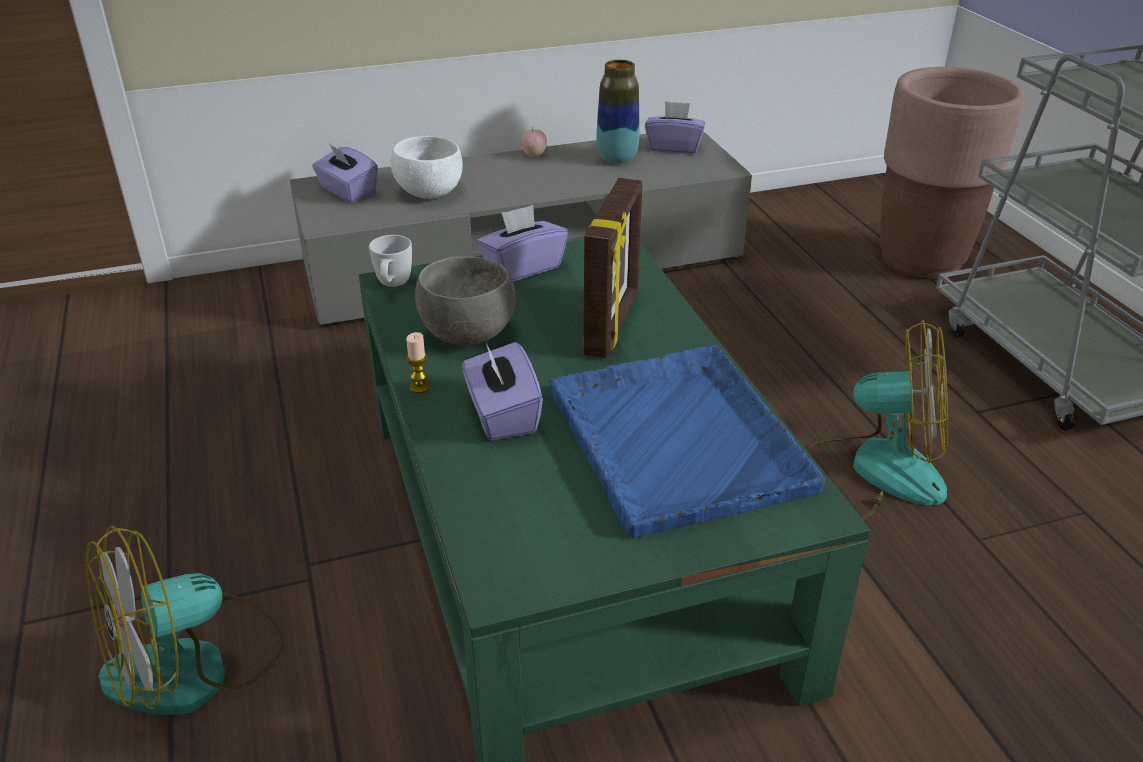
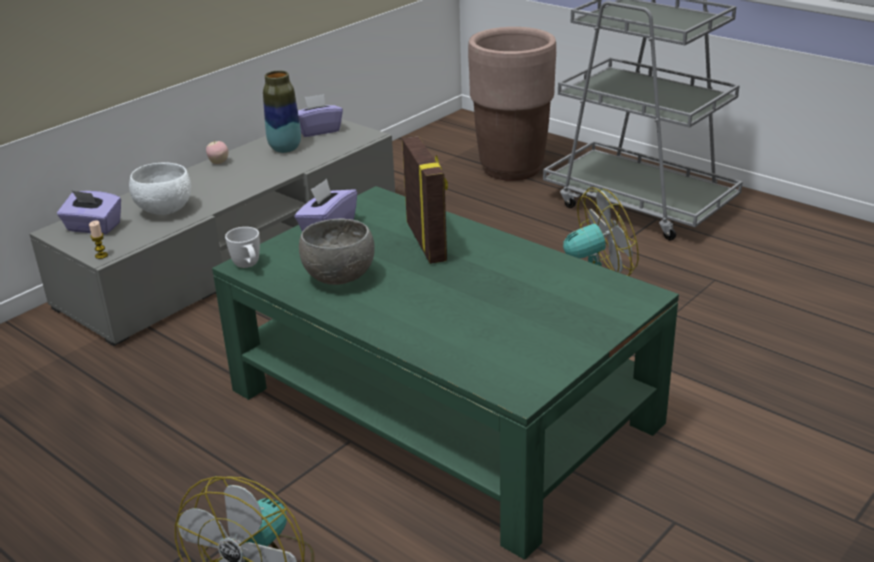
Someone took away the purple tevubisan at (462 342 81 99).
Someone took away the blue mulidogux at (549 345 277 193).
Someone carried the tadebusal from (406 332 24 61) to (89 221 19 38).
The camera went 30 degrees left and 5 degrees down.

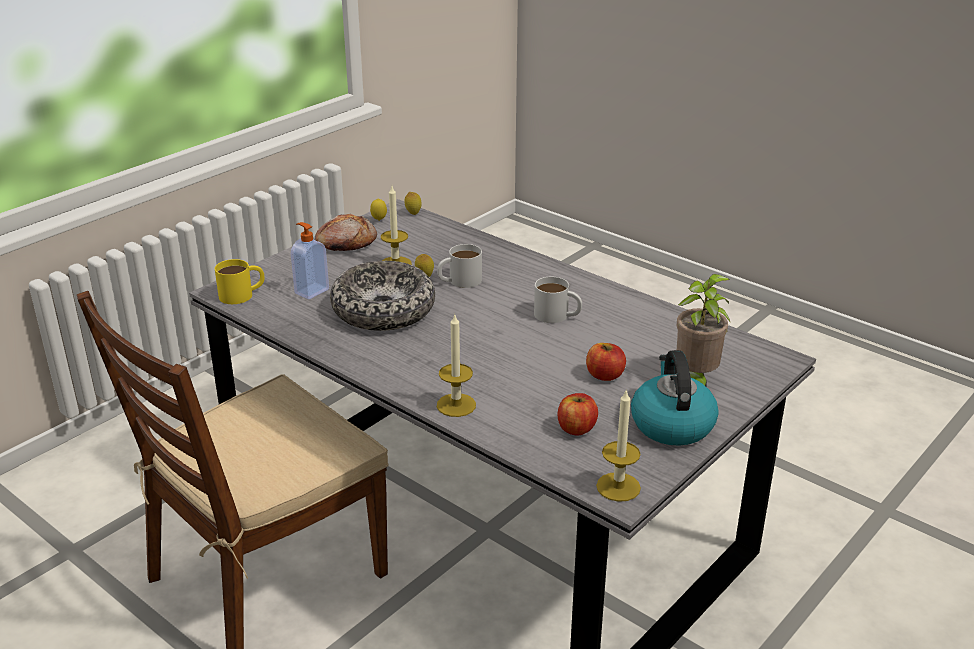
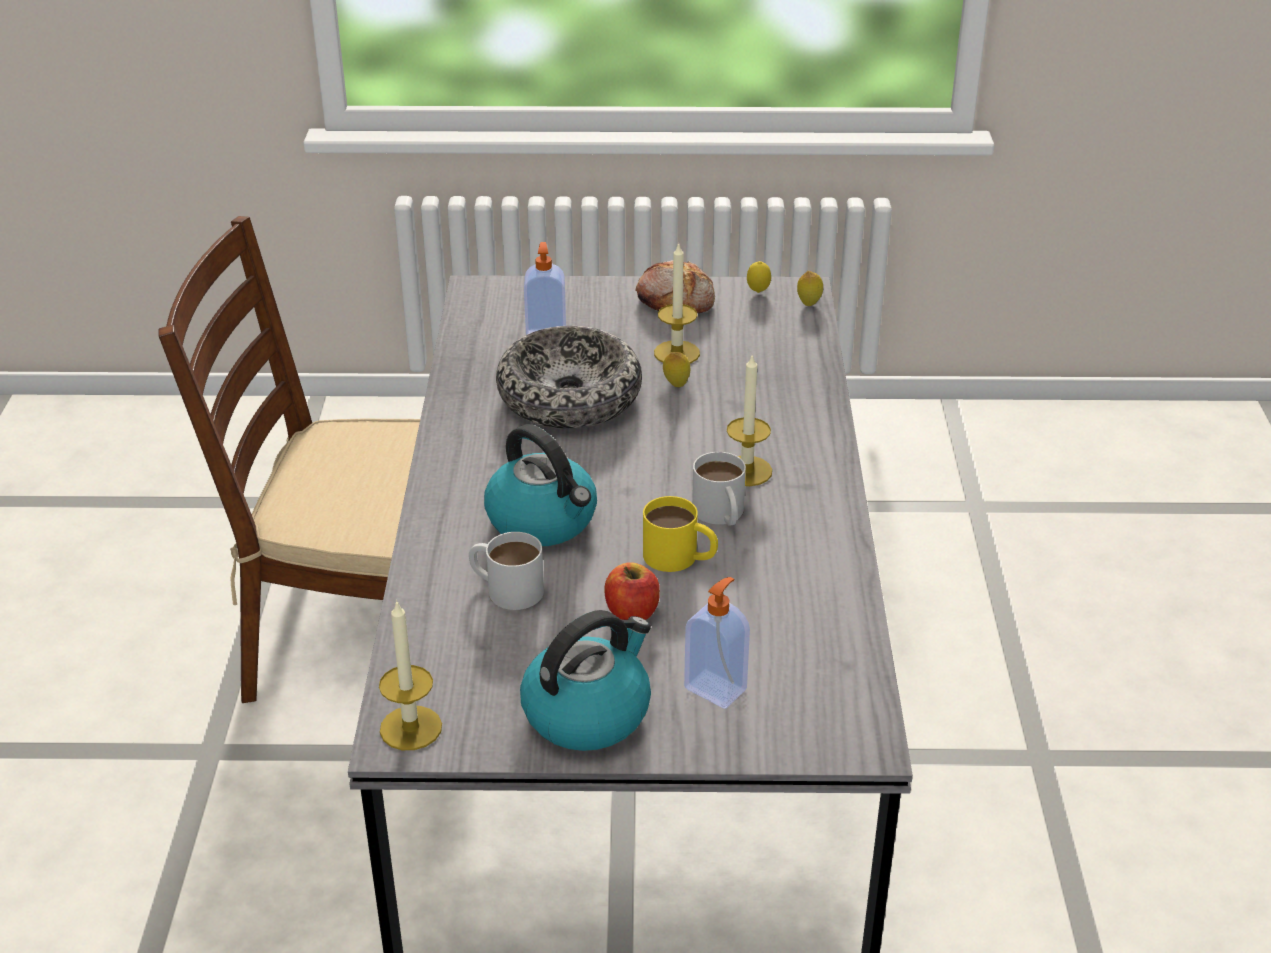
Someone took away the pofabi at (558 393 40 42).
Someone put down the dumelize at (484 424 113 122).
Someone carried the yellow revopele from (215 259 50 45) to (643 496 75 76).
Someone carried the white revopele from (437 244 45 44) to (469 532 75 78).
Someone carried the tadebusal from (437 315 39 102) to (727 353 45 133).
Someone swapped the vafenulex at (677 274 54 112) for the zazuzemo at (684 577 66 132).
The camera went 50 degrees right and 5 degrees up.

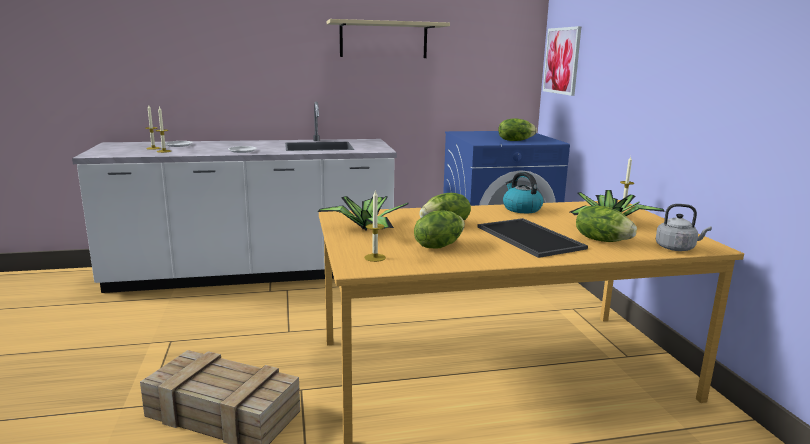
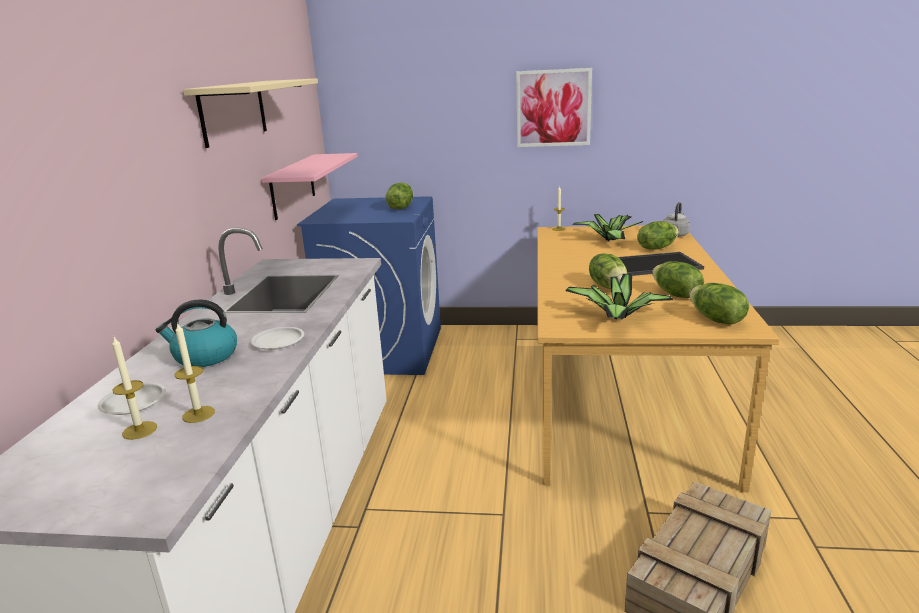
Someone put up the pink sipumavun at (261 153 97 67).
Someone carried the dumelize from (503 172 40 41) to (155 299 82 68).
Someone carried the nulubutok from (543 26 39 70) to (516 68 76 79).
Someone swapped the tadebusal at (364 191 22 71) for the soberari at (689 283 60 42).
The camera went 70 degrees left and 5 degrees up.

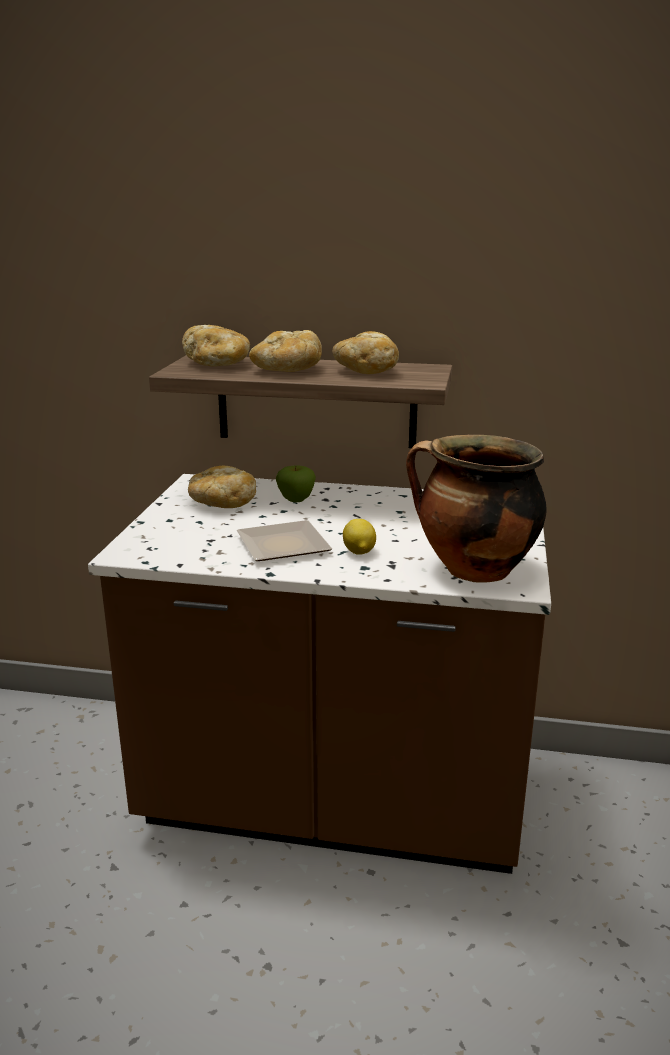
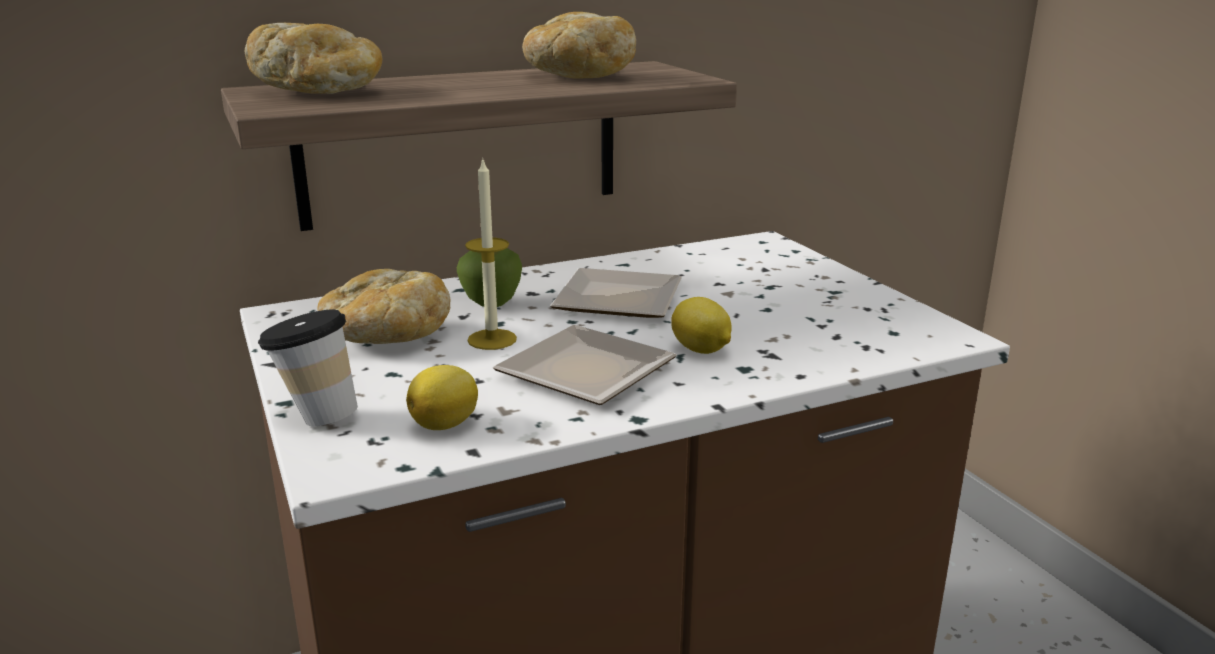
Someone took away the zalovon at (249 330 73 42).
Someone took away the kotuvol at (406 435 141 148).
Someone put down the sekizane at (258 310 100 116).
Someone put down the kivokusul at (406 365 72 65).
Someone put down the tadebusal at (465 157 52 193).
Someone put down the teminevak at (550 268 132 50).
The camera went 35 degrees left and 0 degrees up.

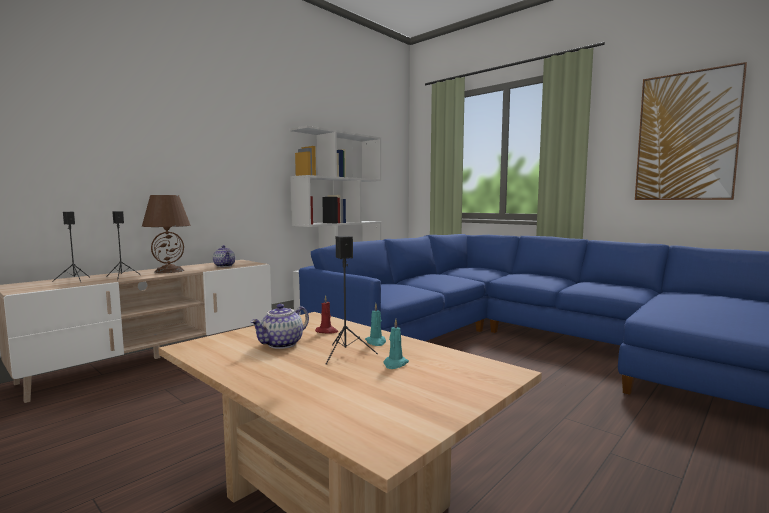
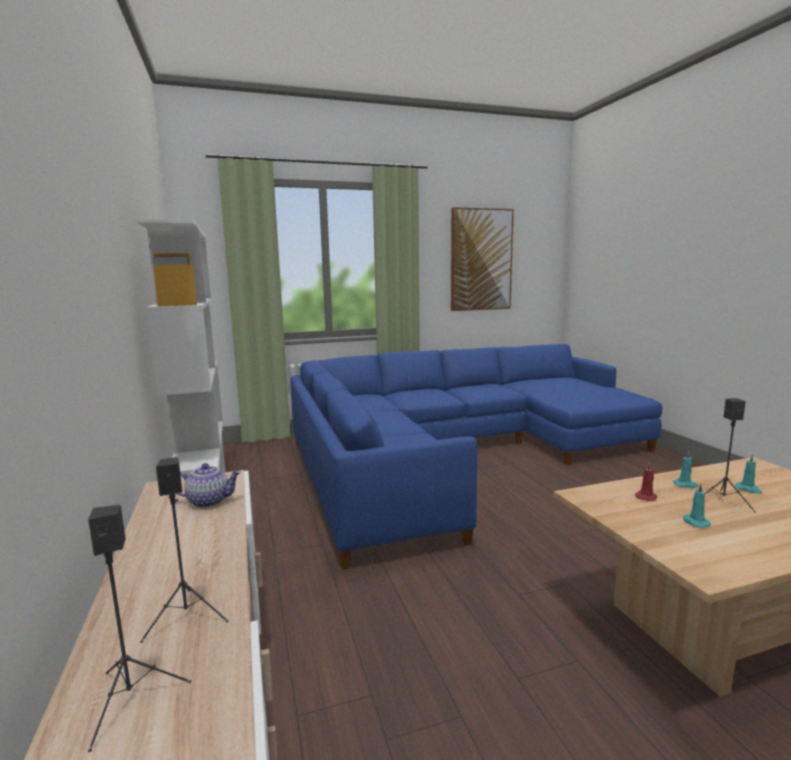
Someone took away the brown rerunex at (142 195 48 78).
Someone swapped the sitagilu at (250 304 59 45) for the turquoise tadebusal at (683 484 28 44).
The camera went 60 degrees left and 5 degrees up.

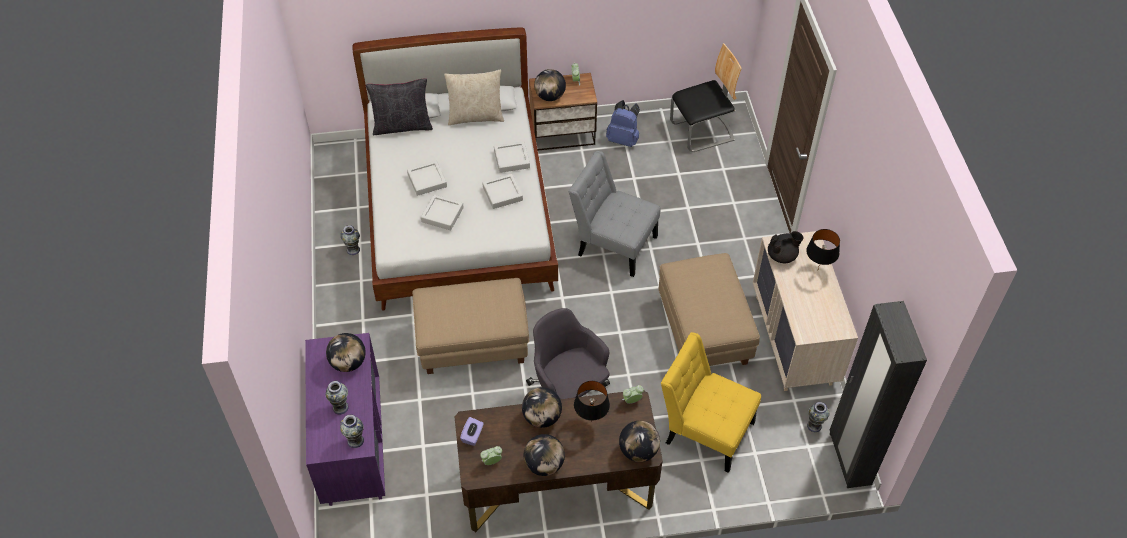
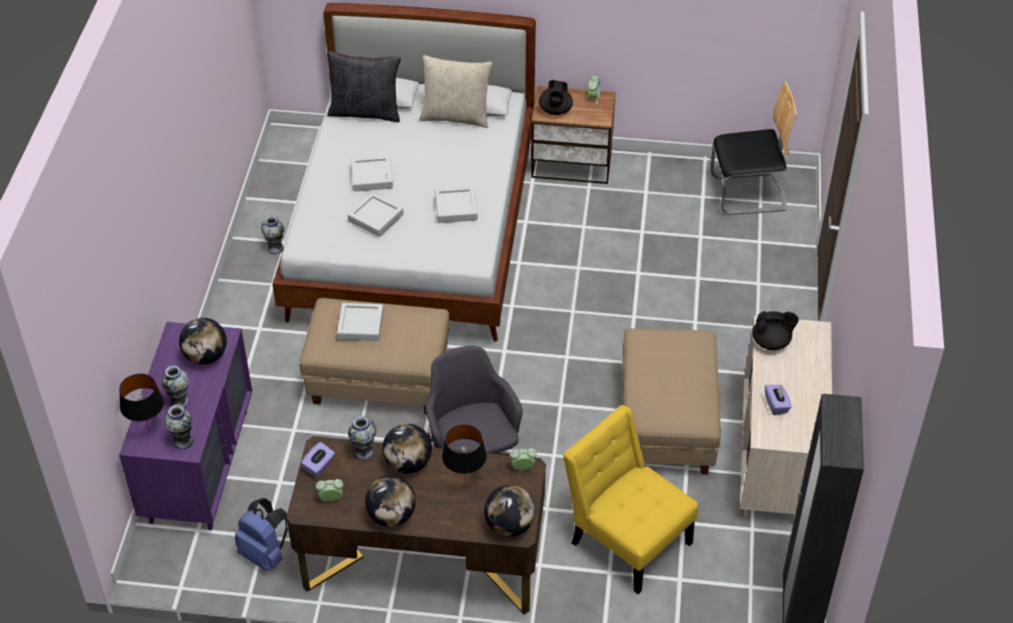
Someone took away the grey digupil at (568 151 92 126).
Someone put down the purple tevubisan at (765 385 27 30).
Someone carried the grey mulidogux from (494 141 36 32) to (337 303 47 38).
Someone carried the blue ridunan from (606 100 34 47) to (235 498 53 73).
Someone carried the black rerunex from (806 229 34 40) to (119 374 45 54).
Someone carried the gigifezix from (807 402 23 30) to (348 416 28 45).
Someone swapped the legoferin at (534 69 32 32) for the black sitagilu at (539 80 34 35).
The camera went 15 degrees right and 5 degrees down.

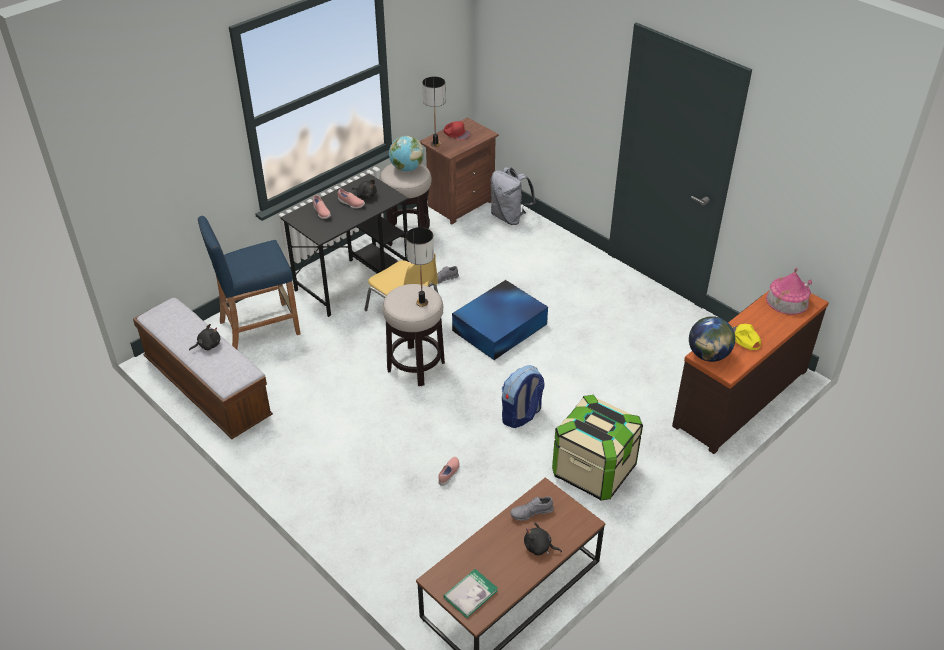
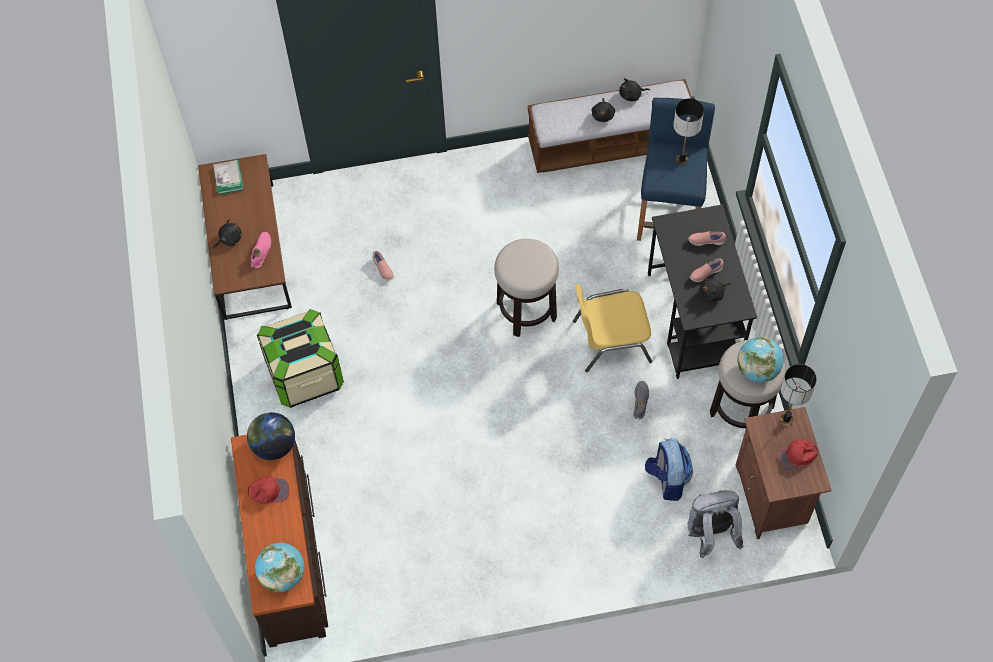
Someone took away the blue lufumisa at (452 280 96 80).
Someone put down the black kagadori at (619 78 31 23).
Someone carried the rerunex from (405 227 29 80) to (673 98 31 68).
Someone carried the ridunan from (502 365 43 63) to (645 438 48 63).
Someone swapped the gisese at (766 268 46 47) for the legoferin at (255 543 49 49).
Someone repainted the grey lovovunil at (510 496 44 25), which became the pink lovovunil at (251 232 20 36).
Someone repainted the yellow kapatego at (732 324 29 26), which became the red kapatego at (248 476 41 28).
The camera went 125 degrees right and 20 degrees up.

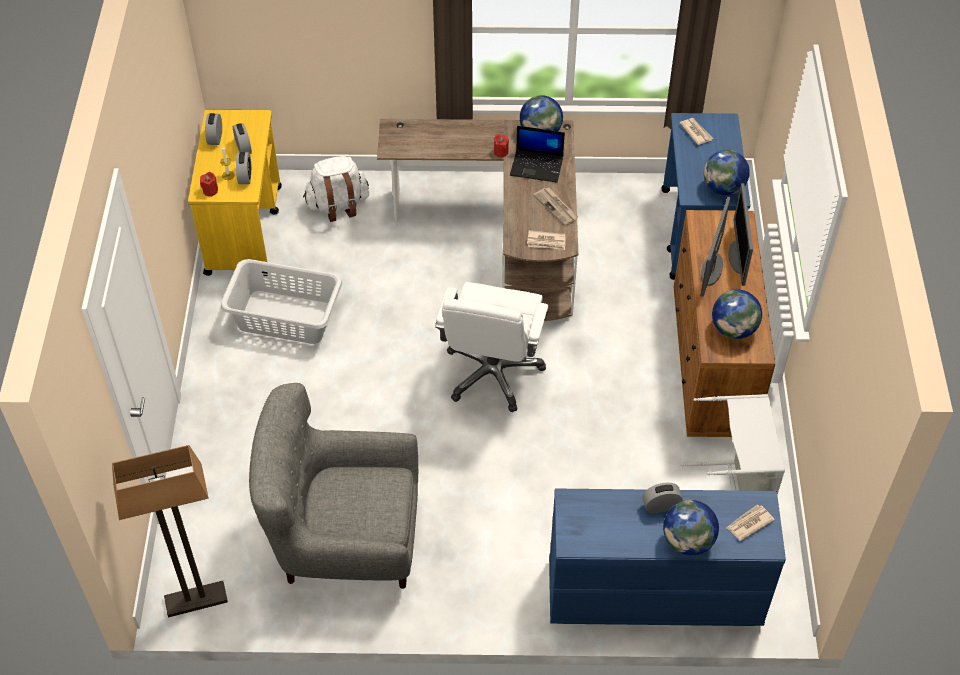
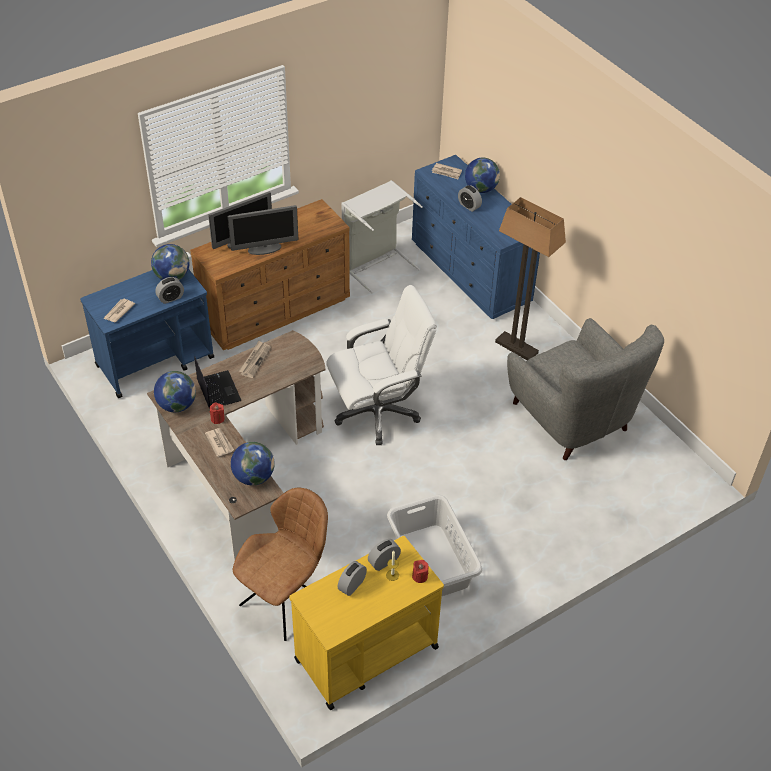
Someone carried the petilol from (112 445 116 172) to (495 197 71 163).
Someone carried the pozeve from (205 113 17 32) to (155 277 29 27).
Someone carried the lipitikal from (527 230 39 20) to (205 428 29 29).
Someone carried the legoferin from (712 290 50 49) to (231 442 44 43).
Someone swapped the white ridunan at (303 156 66 66) for the brown digupil at (232 488 96 153).
The camera went 125 degrees left and 5 degrees down.

